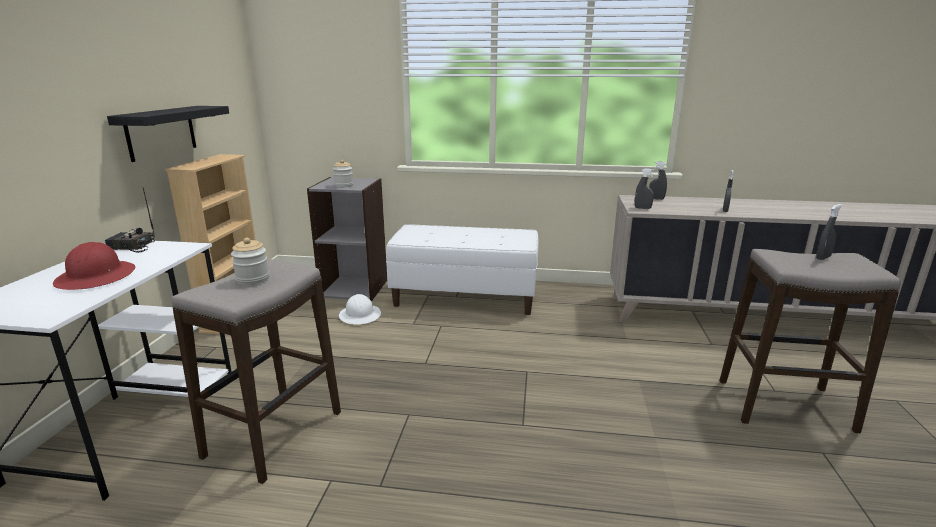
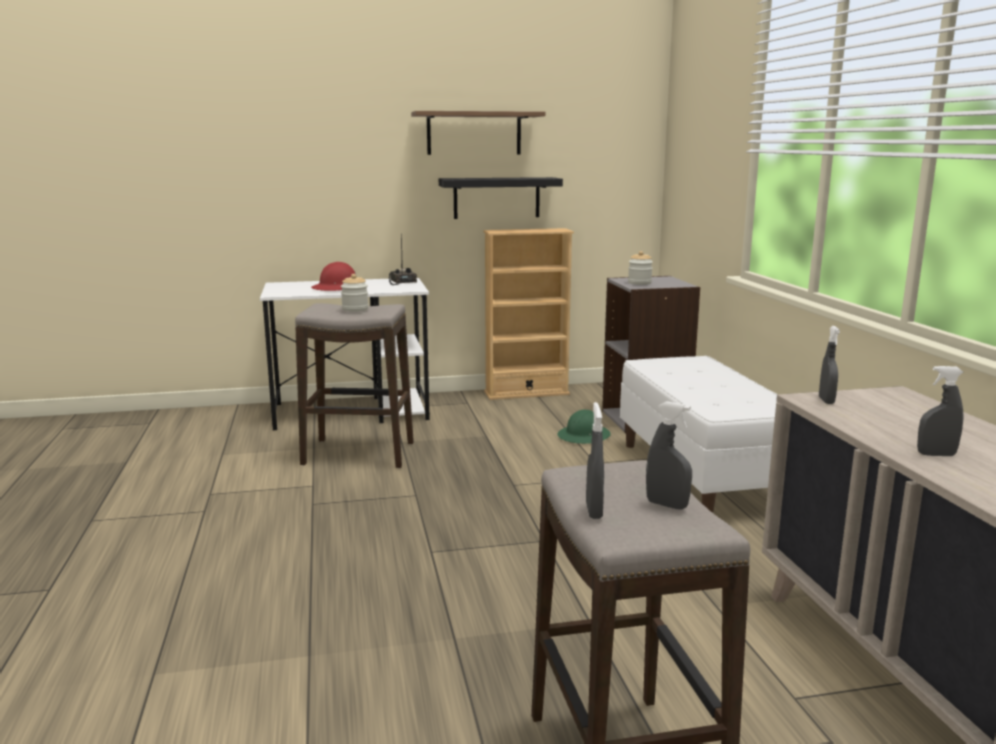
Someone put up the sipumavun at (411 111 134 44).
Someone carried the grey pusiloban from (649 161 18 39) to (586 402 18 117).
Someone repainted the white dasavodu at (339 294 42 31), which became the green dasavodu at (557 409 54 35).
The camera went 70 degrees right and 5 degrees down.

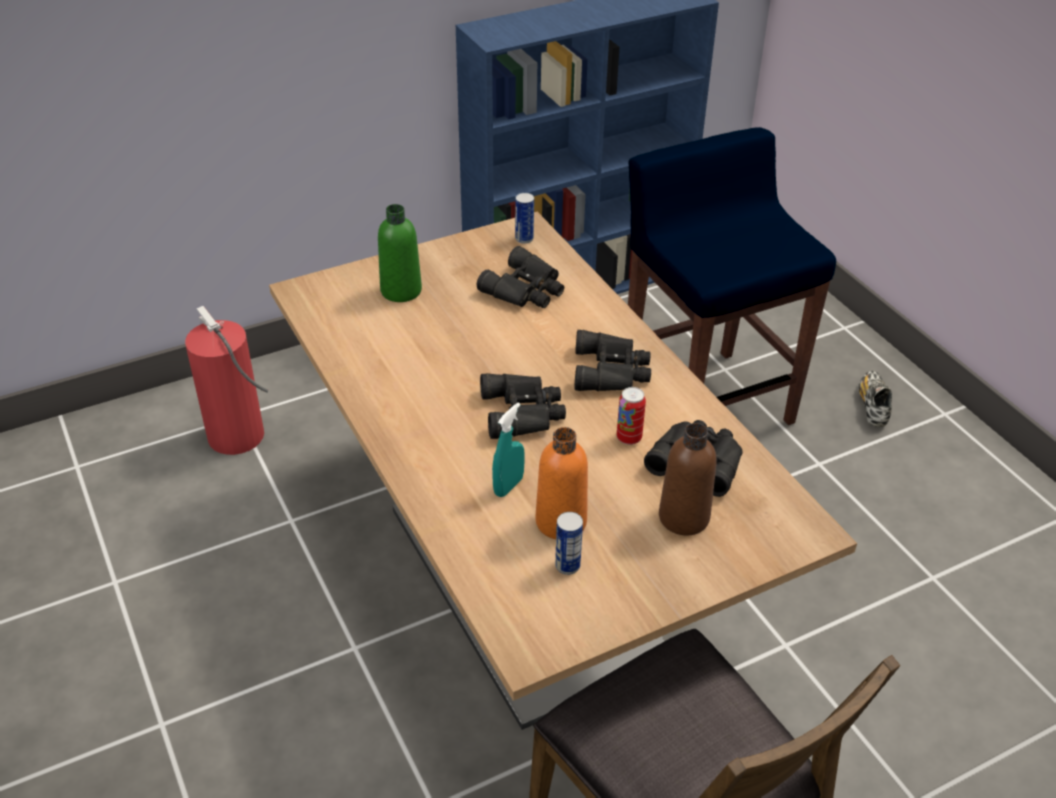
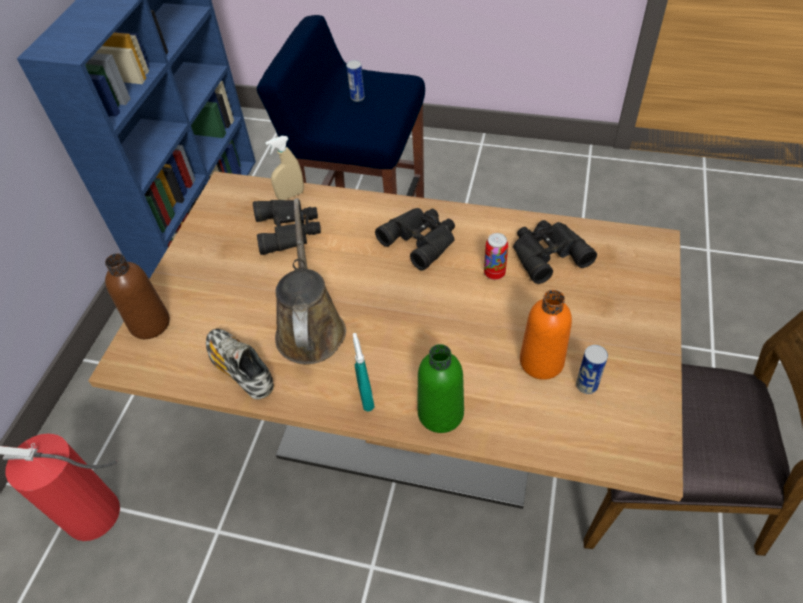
Someone took away the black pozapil at (480 373 86 66).
Someone put down the beige pusiloban at (265 136 39 64).
Someone put down the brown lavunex at (275 198 71 166).
Someone carried the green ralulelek from (378 204 44 98) to (417 344 47 89).
Someone carried the turquoise pusiloban from (492 403 33 94) to (353 333 22 79).
Someone carried the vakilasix from (515 193 19 50) to (346 60 19 42).
Someone carried the brown ralulelek from (659 423 58 112) to (105 253 65 86).
Someone carried the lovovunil from (858 371 34 56) to (206 329 68 70).
The camera went 45 degrees left and 10 degrees up.

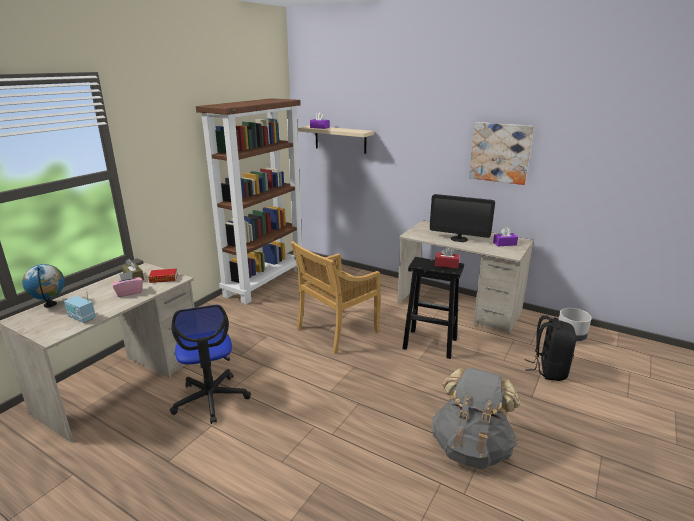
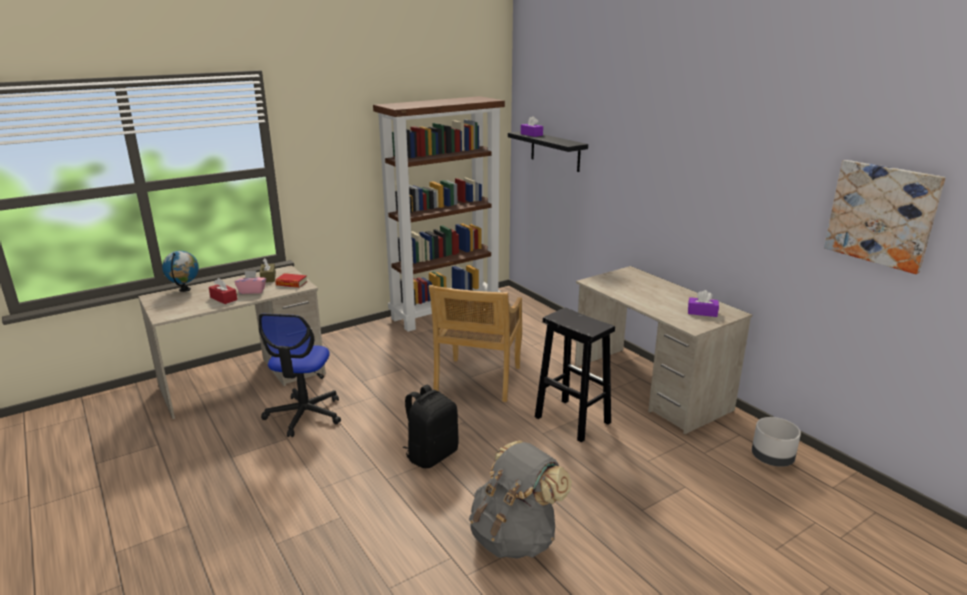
Someone took away the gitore at (64 291 32 32).
Someone took away the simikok at (430 194 65 48).
Someone carried the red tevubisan from (435 247 25 21) to (209 278 28 26).
Someone carried the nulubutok from (469 122 65 63) to (824 160 122 114).
Someone carried the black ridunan from (524 315 53 66) to (403 385 56 83).
Someone repainted the beige sipumavun at (298 126 76 28), which became the black sipumavun at (508 131 80 41).
Someone rotated the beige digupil at (291 241 90 113) by 60 degrees counterclockwise.
The camera went 25 degrees right and 0 degrees up.

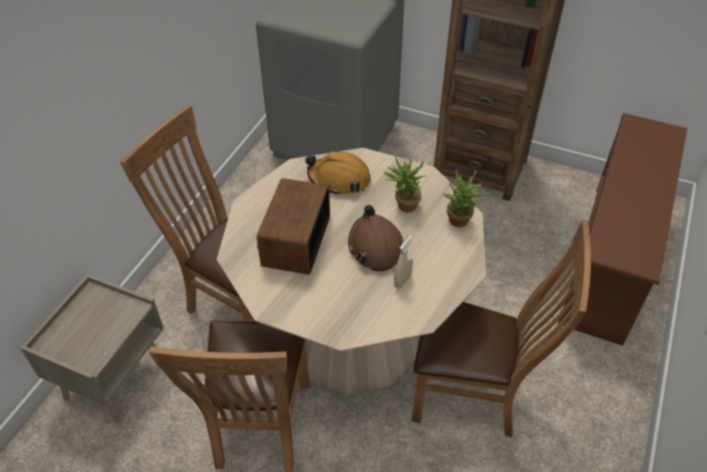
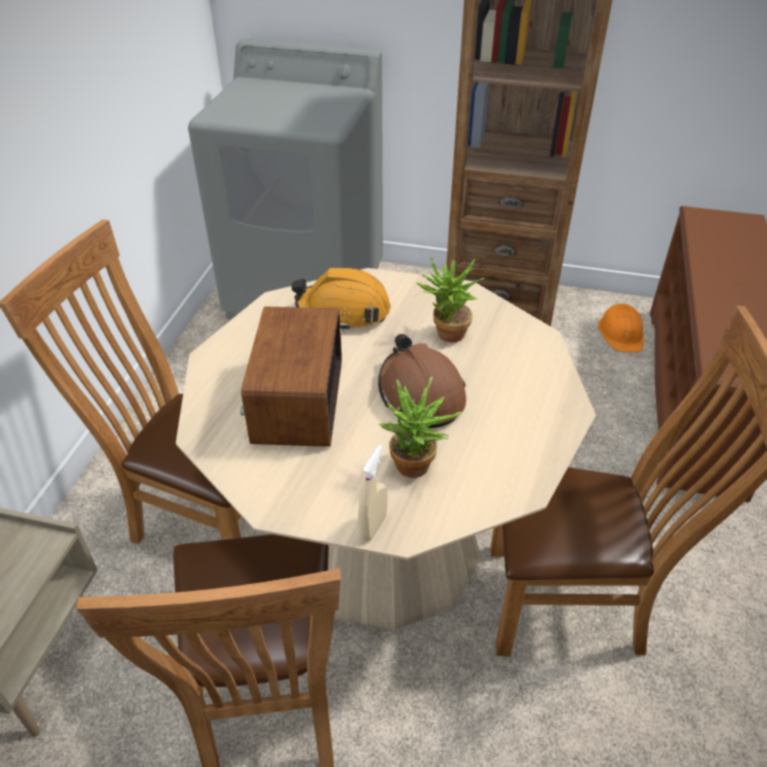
Someone put down the orange dasavodu at (598 304 46 49).
Someone carried the beige pusiloban from (394 235 19 53) to (358 445 30 96).
Someone carried the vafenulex from (443 171 47 57) to (379 376 84 102).
The camera went 10 degrees left and 5 degrees down.

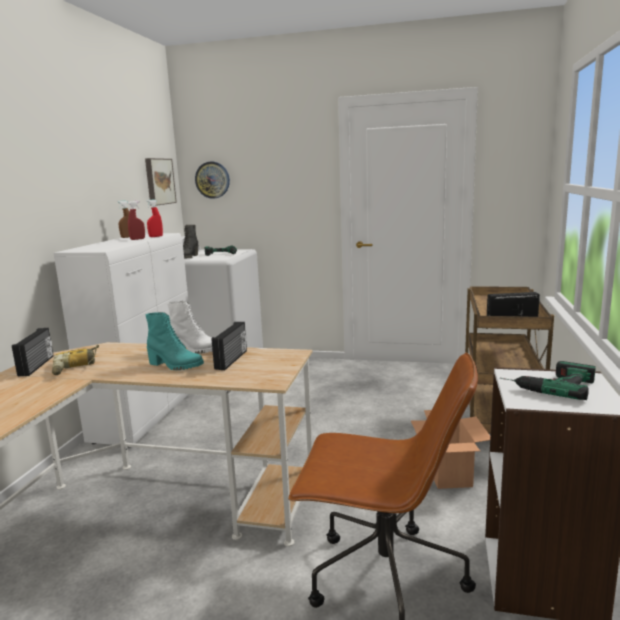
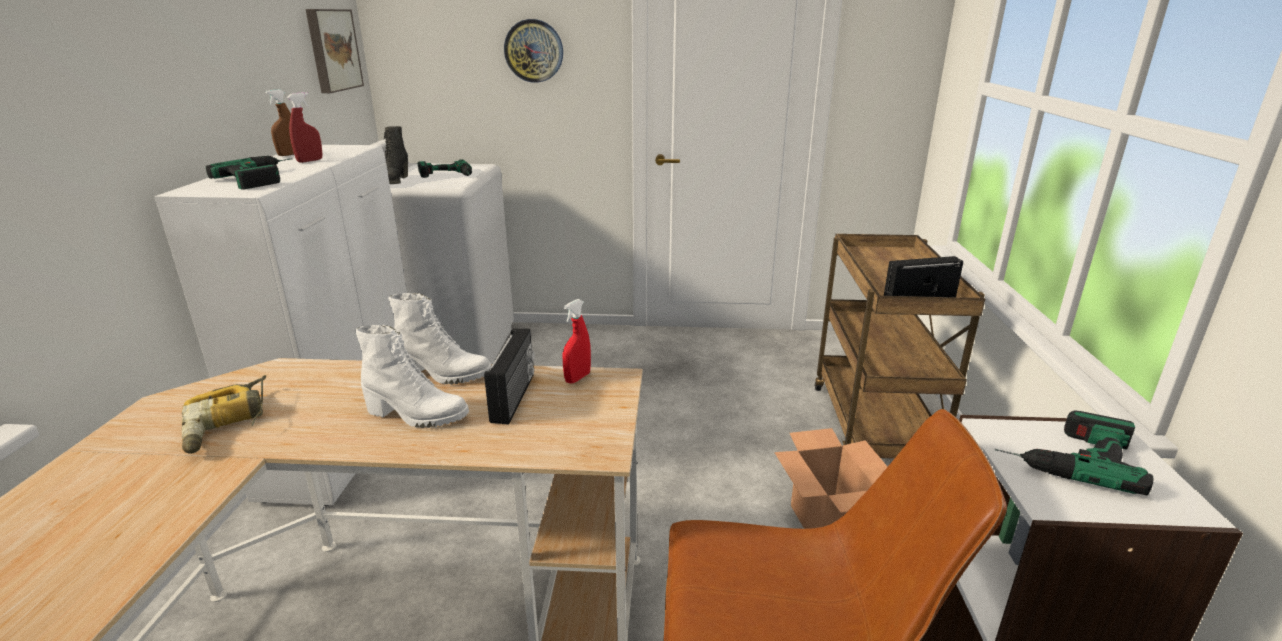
Someone took away the gitore at (12 328 41 48).
Someone put down the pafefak at (206 156 87 34).
Someone carried the red pusiloban from (146 200 17 37) to (563 299 28 85).
Someone carried the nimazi from (195 162 35 37) to (504 19 59 64).
Someone repainted the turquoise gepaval at (145 312 59 59), which became the white gepaval at (355 325 114 103).
The camera went 10 degrees left and 10 degrees up.

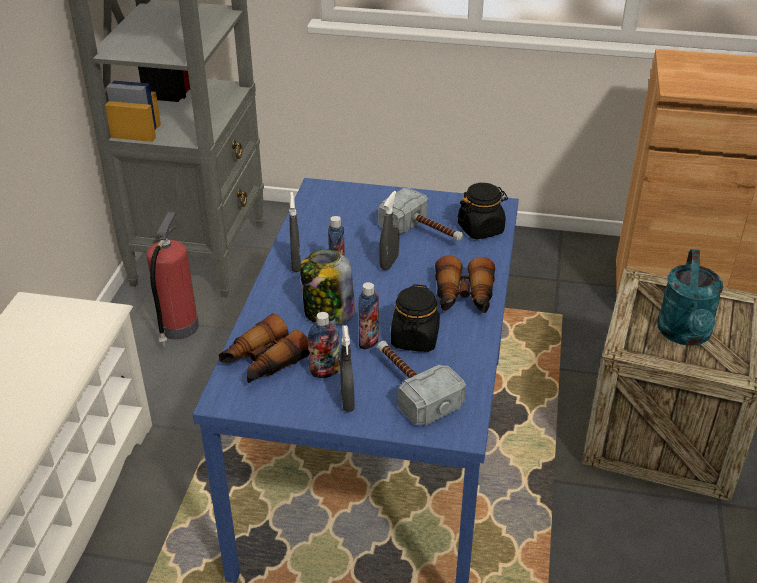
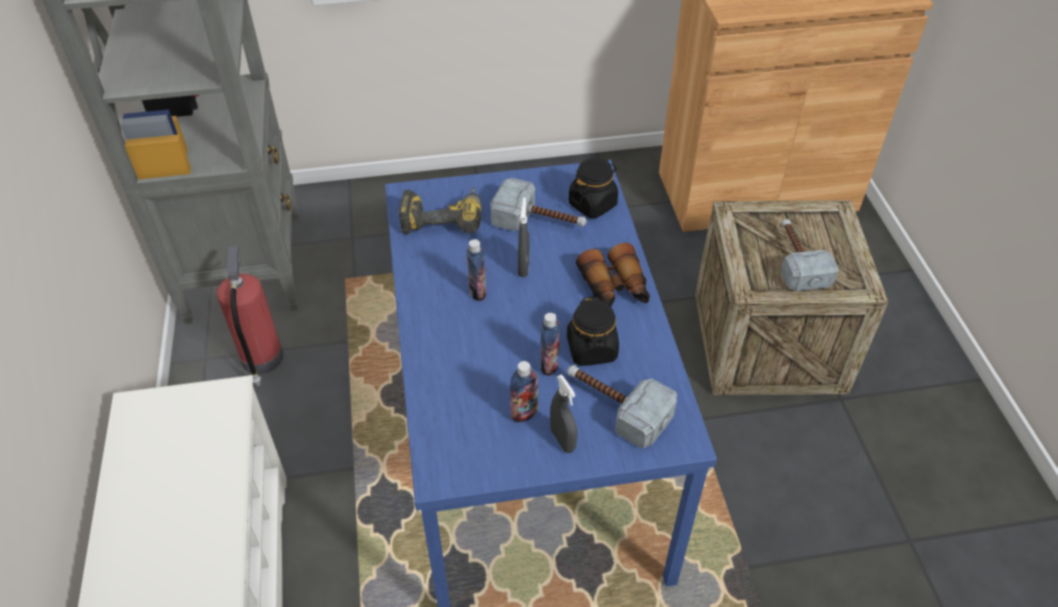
Someone took away the pozapil at (219 313 91 70).
Someone took away the grey pusiloban at (289 192 12 80).
Someone took away the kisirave at (300 249 55 76).
Someone put down the pafefak at (399 187 82 47).
Someone swapped the turquoise lavunex at (657 249 66 97) for the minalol at (781 219 58 72).
The camera went 20 degrees left and 10 degrees up.

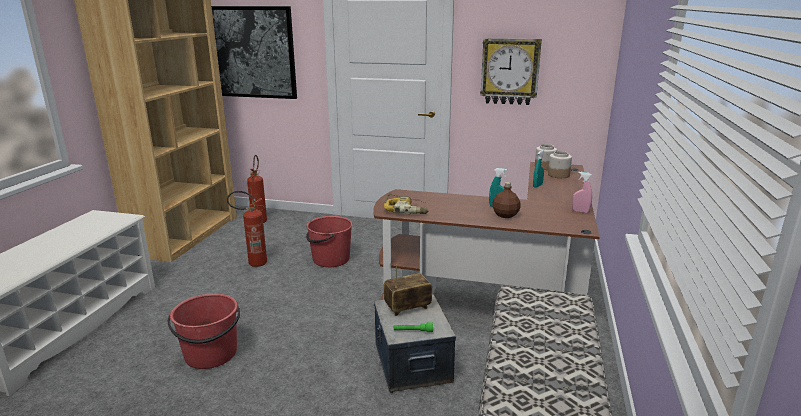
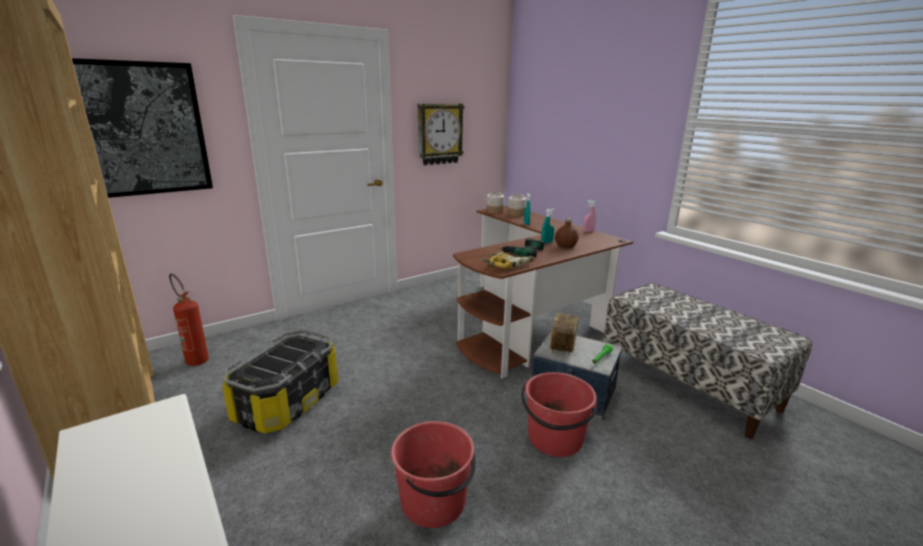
Someone put down the pafefak at (494 239 50 18).
Someone carried the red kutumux from (306 216 47 51) to (521 372 77 85).
Someone swapped the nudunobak at (227 191 40 76) for the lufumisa at (222 330 116 103).
The camera went 50 degrees left and 0 degrees up.

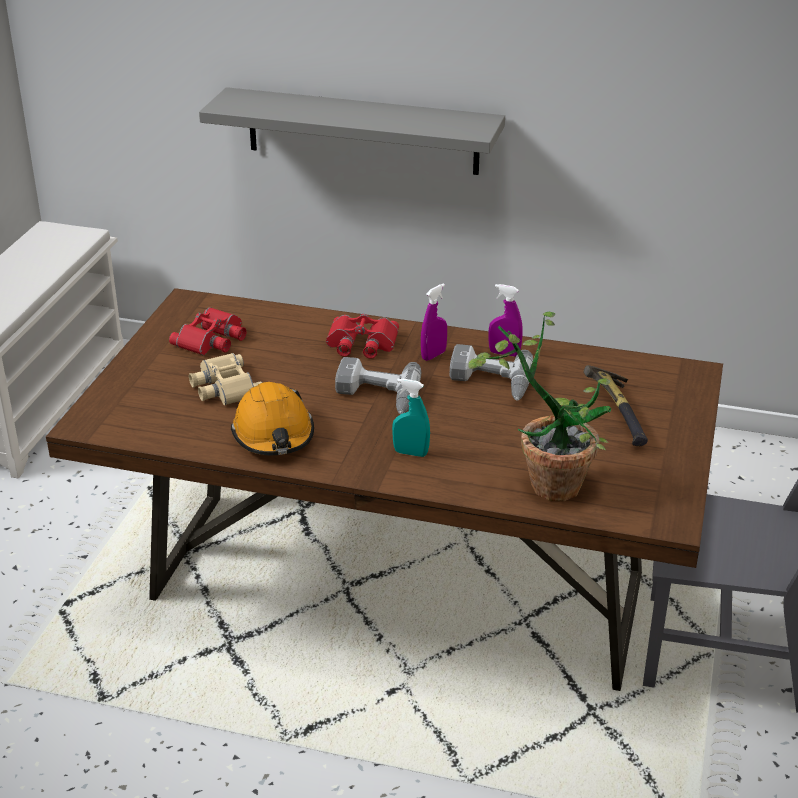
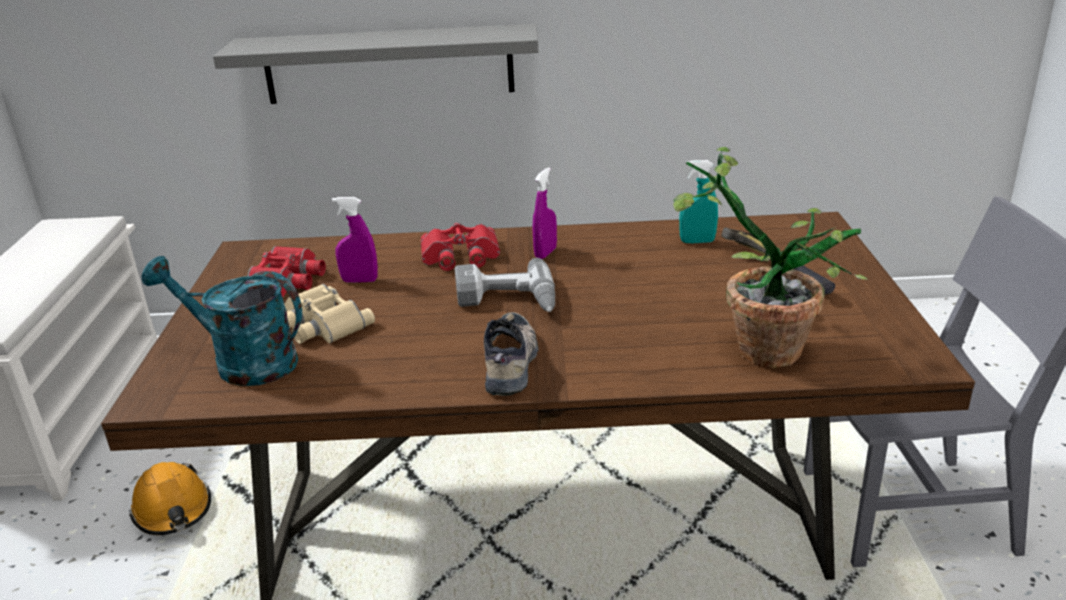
Someone took away the pafefak at (450 344 83 56).
Someone put down the turquoise lavunex at (141 256 161 130).
Someone put down the lovovunil at (484 312 54 84).
Someone carried the orange dasavodu from (231 382 83 73) to (129 462 82 73).
Someone carried the turquoise pusiloban from (392 378 38 79) to (679 160 39 83).
Someone carried the purple pusiloban from (489 284 34 73) to (332 197 46 86).
The camera went 15 degrees left and 5 degrees down.

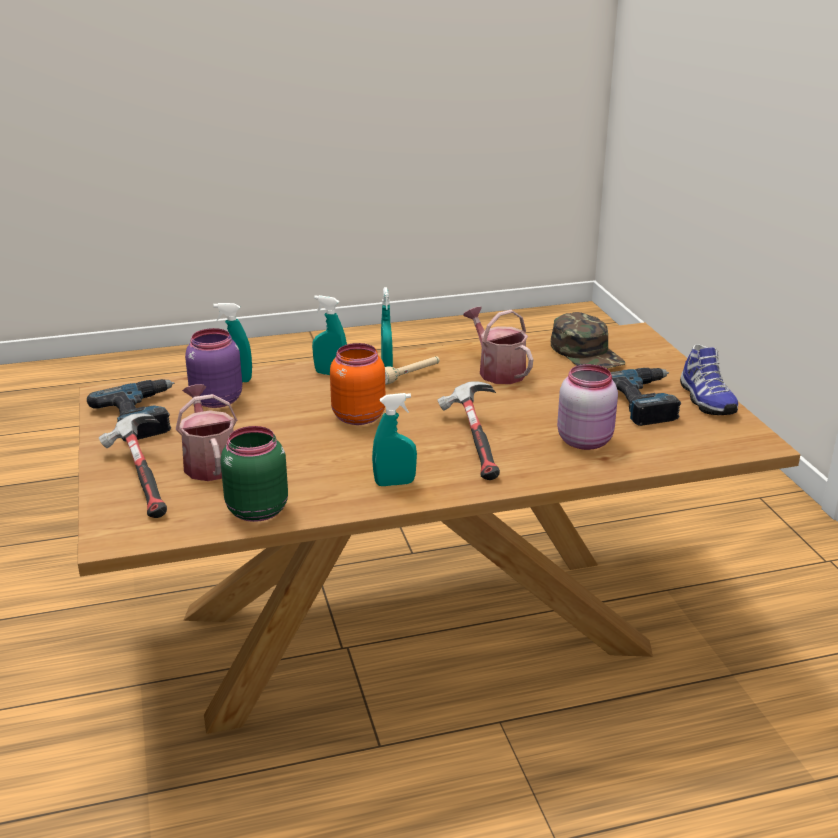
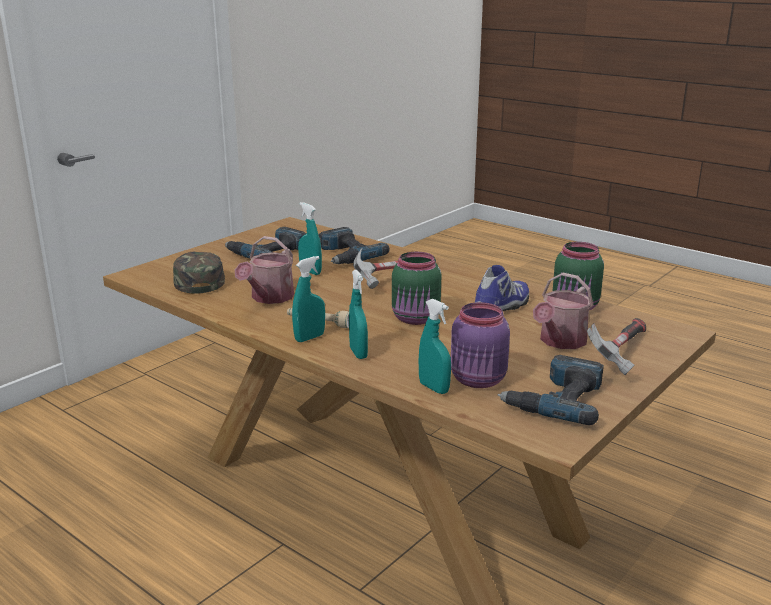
Someone carried the turquoise pusiloban from (372 393 45 93) to (298 202 24 73).
Someone carried the lovovunil from (680 344 58 71) to (475 265 54 46).
Someone swapped the pink kisirave at (557 364 61 86) for the pafefak at (319 227 71 37).
Someone repainted the orange kisirave at (330 343 55 82), which became the green kisirave at (392 252 49 73).
Someone rotated the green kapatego at (551 312 74 57) by 45 degrees counterclockwise.
The camera went 125 degrees left and 5 degrees down.

